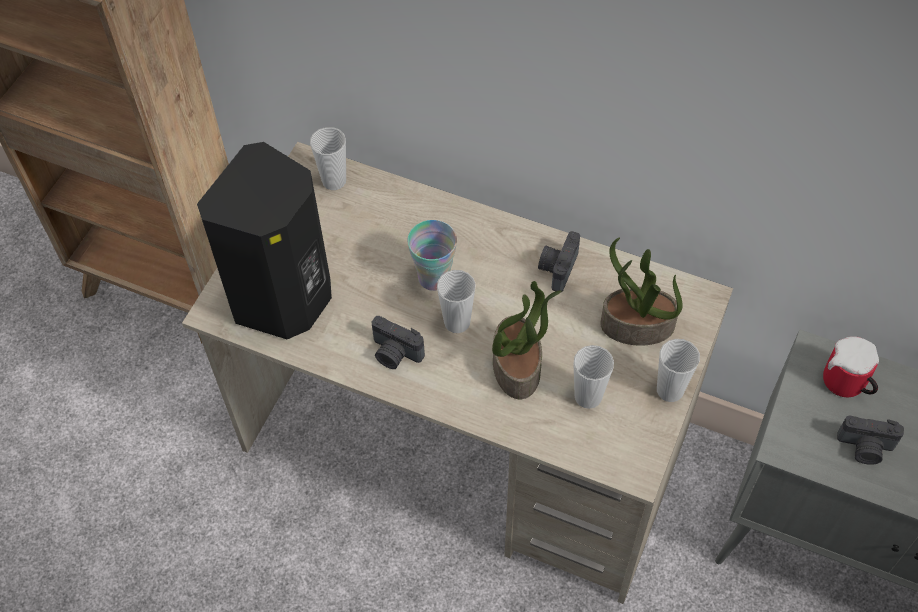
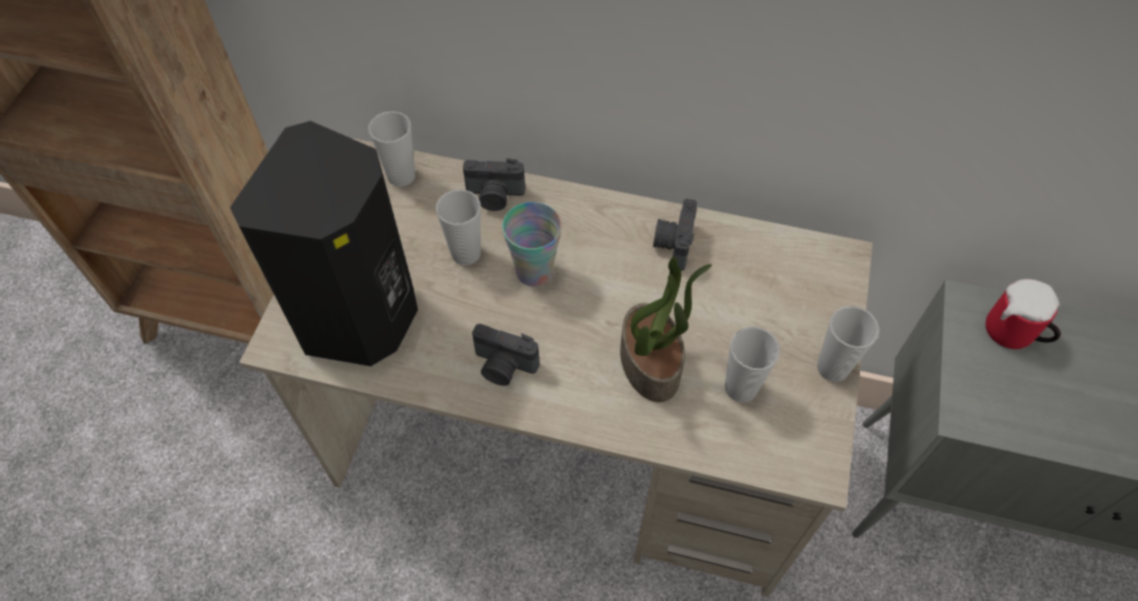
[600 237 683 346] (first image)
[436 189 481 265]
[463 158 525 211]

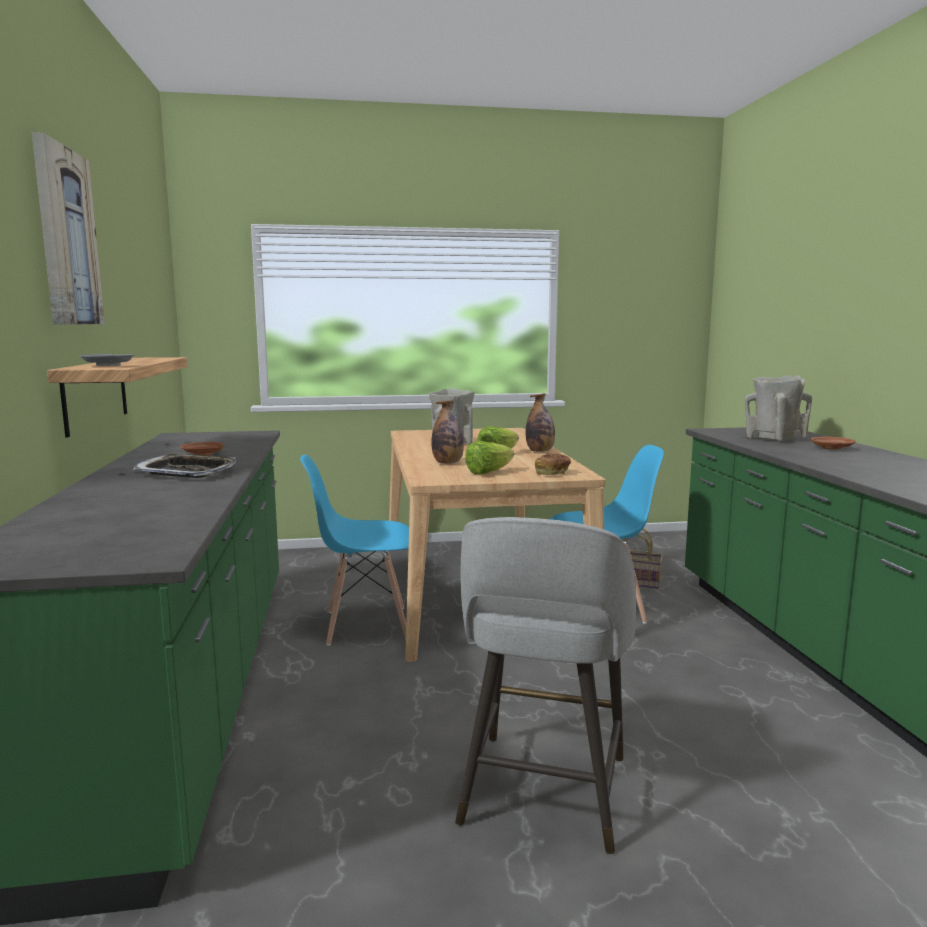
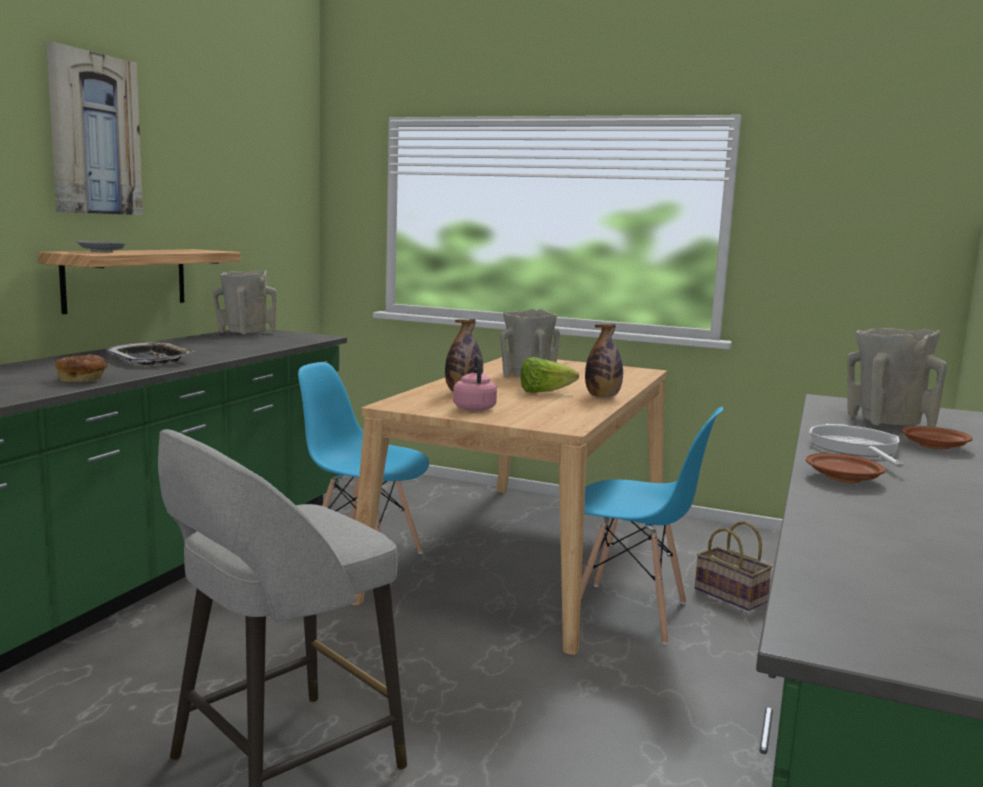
[453 355 497 411]
[806 453 885 483]
[56 354 108 382]
[213 270 277 334]
[809 424 904 468]

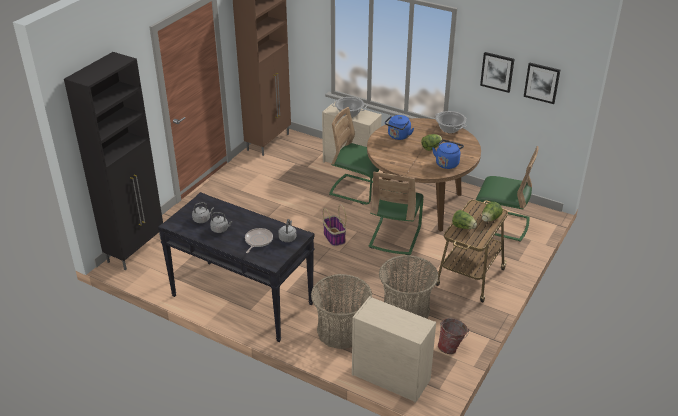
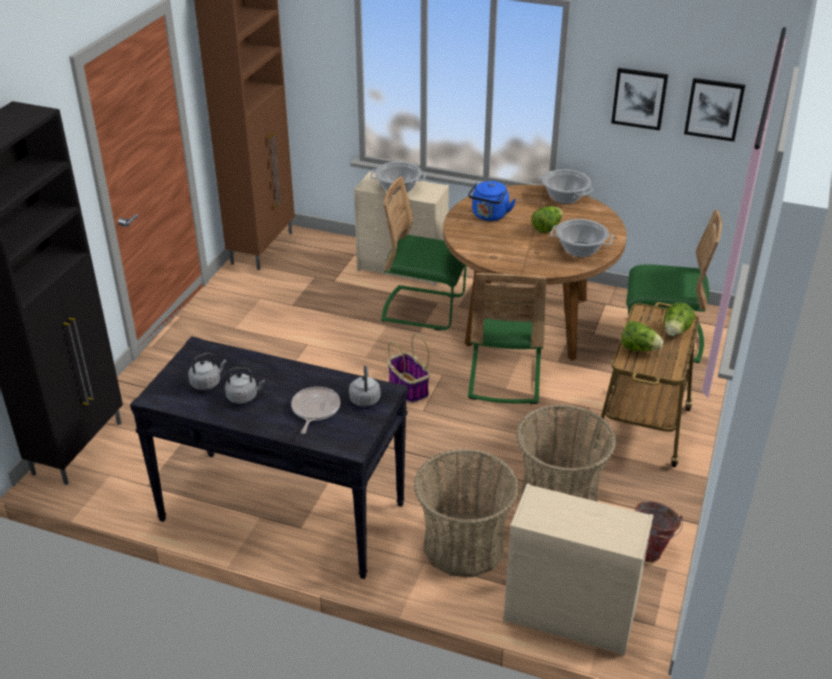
[550 219 614 257]

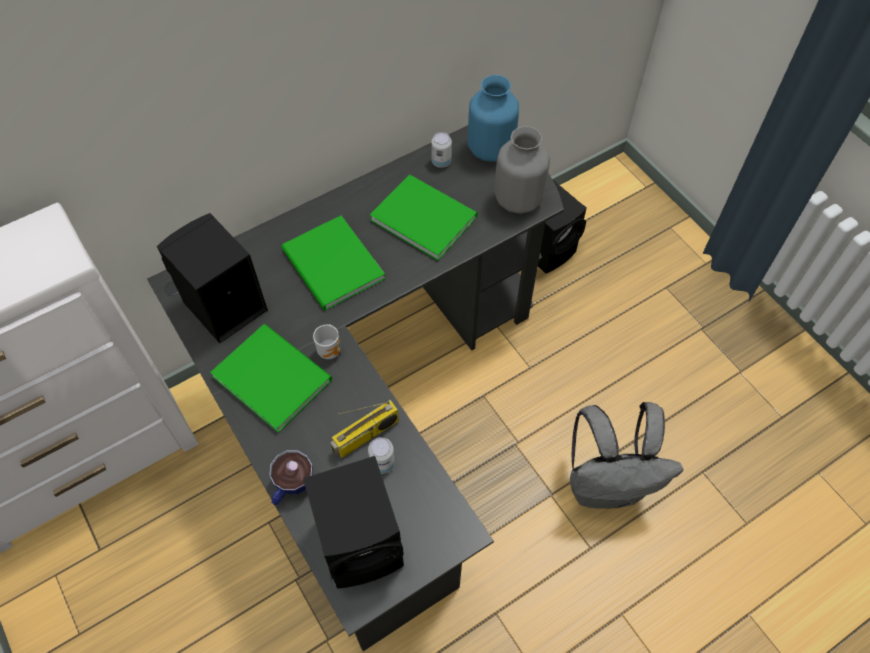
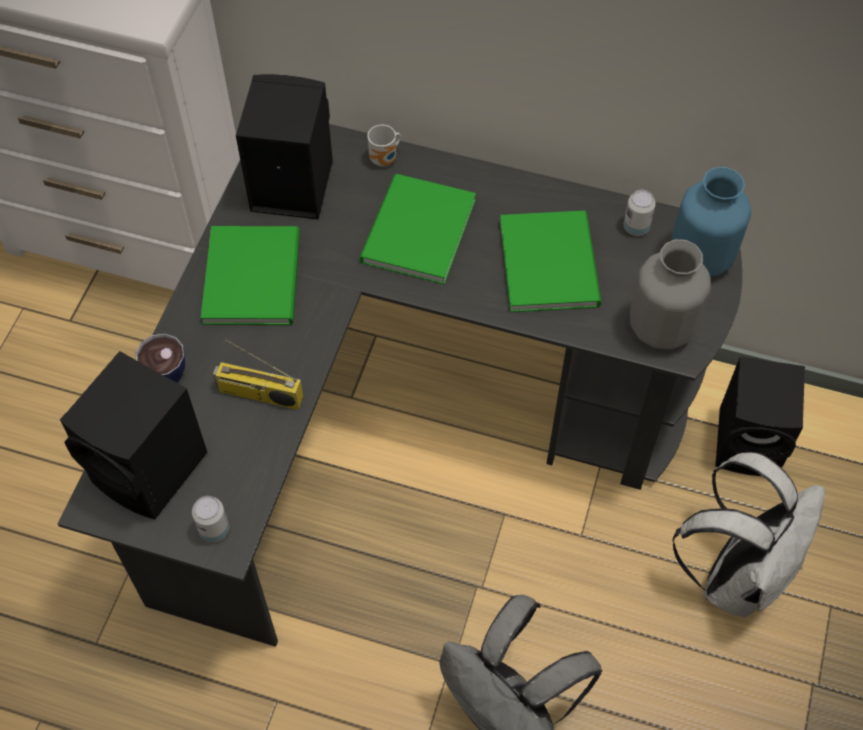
[367 125 401 166]
[192 496 229 542]
[672 452 825 618]

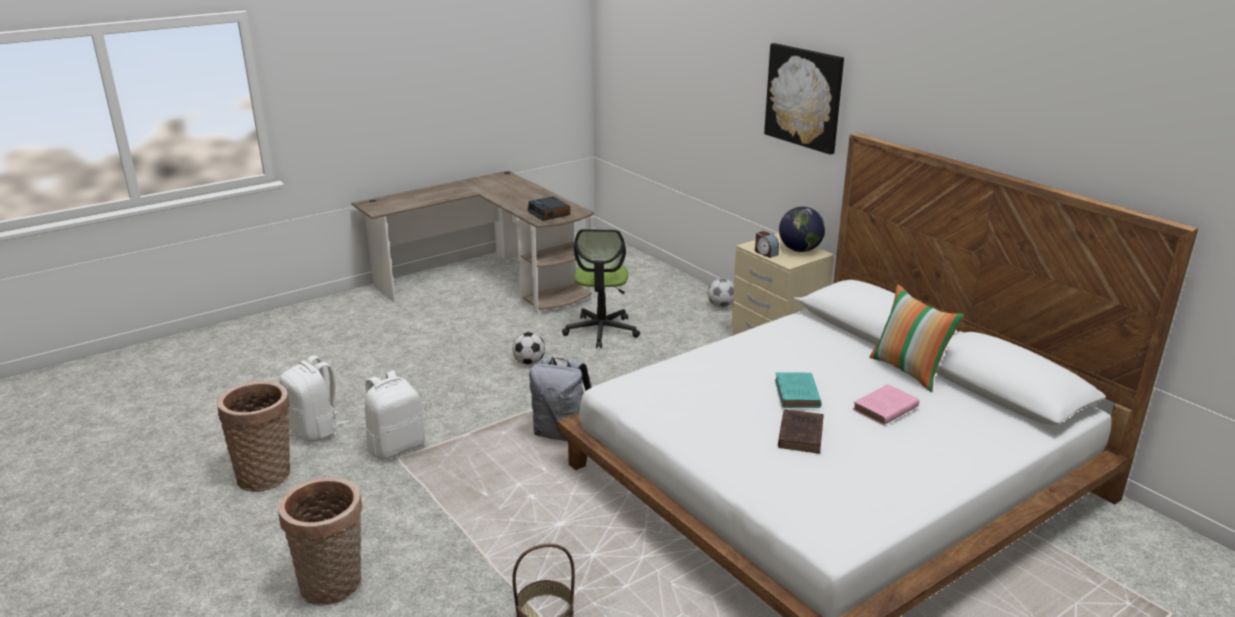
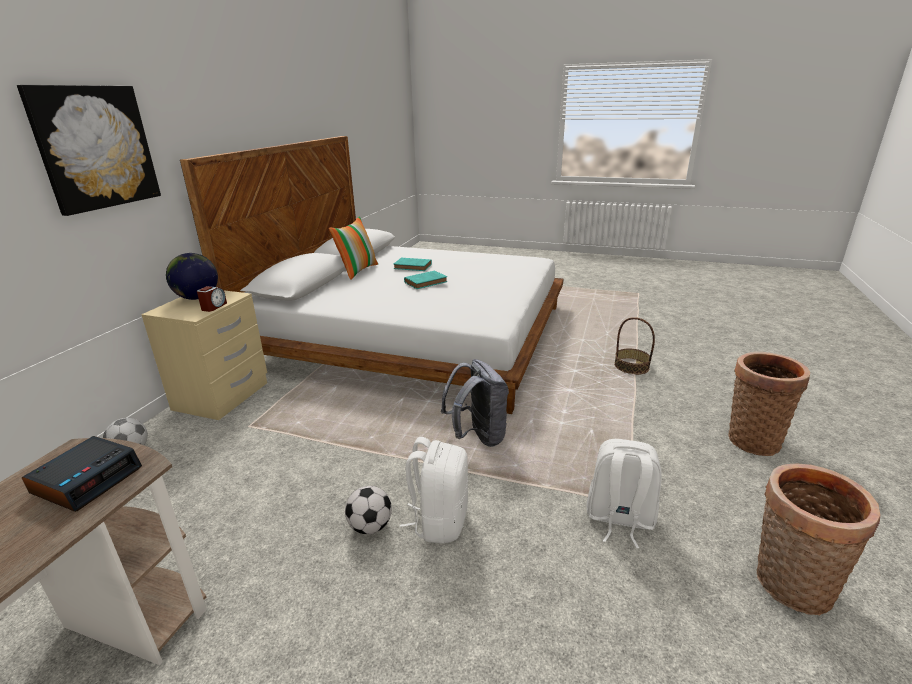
[562 229 640 348] (first image)
[400 437 468 543]
[394 258 432 271]
[778 409 824 453] (first image)

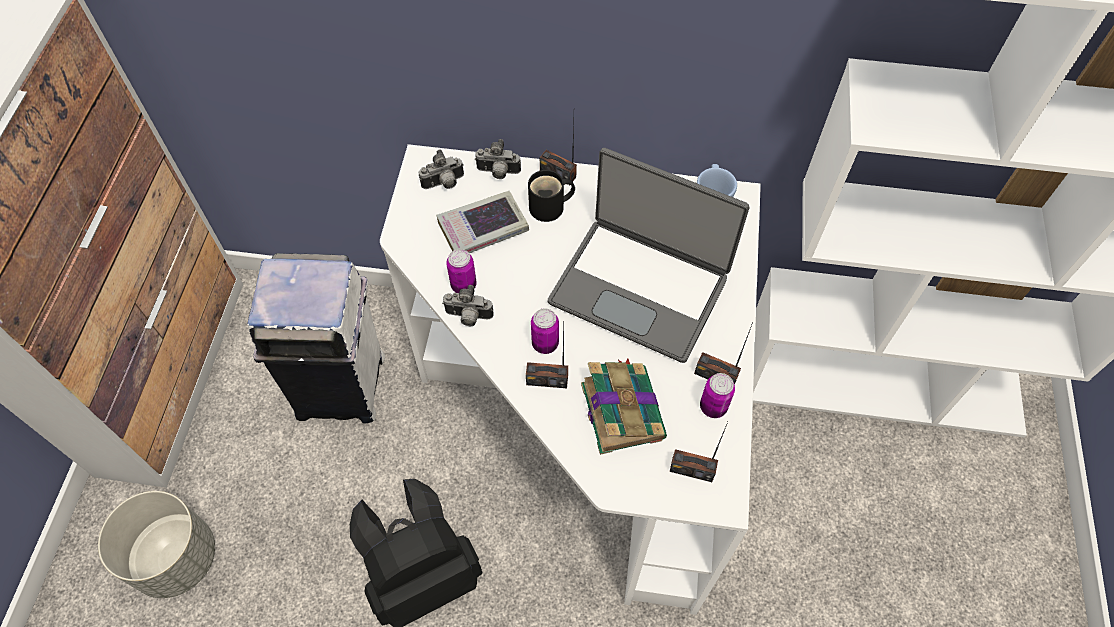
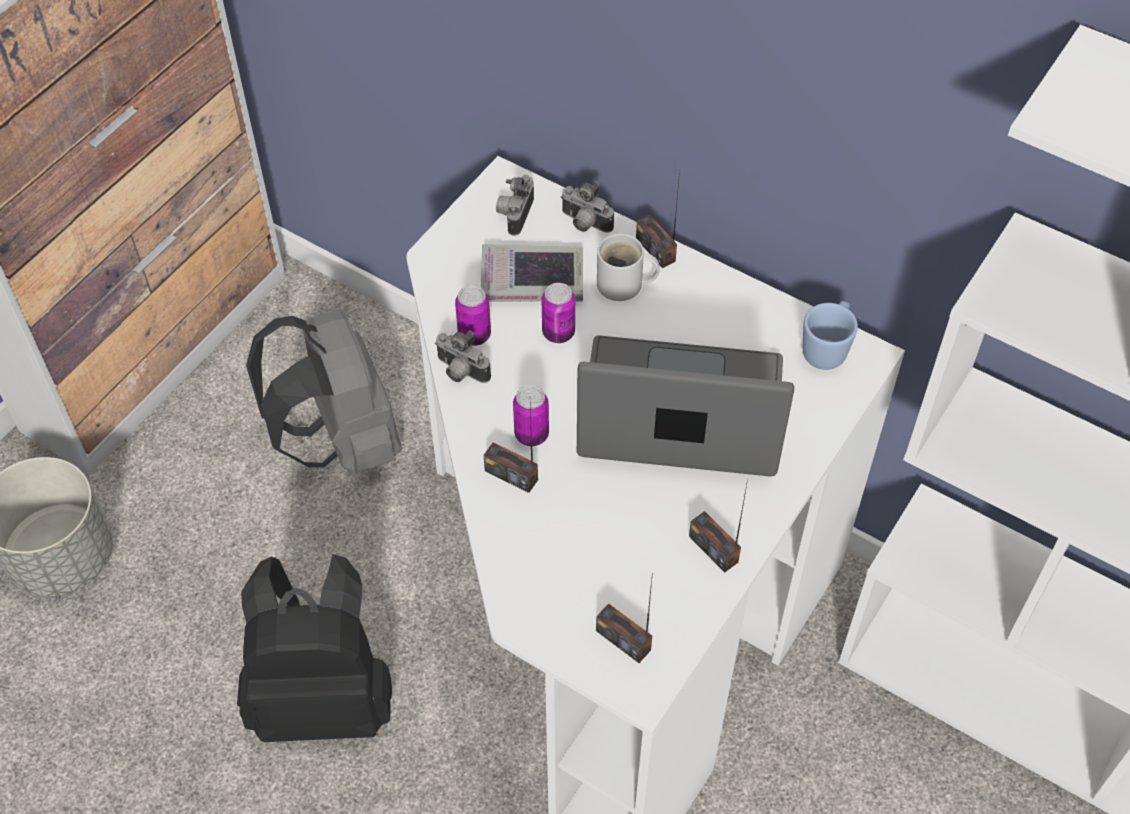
[577 335 794 477]
[496 175 534 236]
[597 233 660 301]
[246 311 402 473]
[581 358 667 455] (first image)
[542 283 575 343]

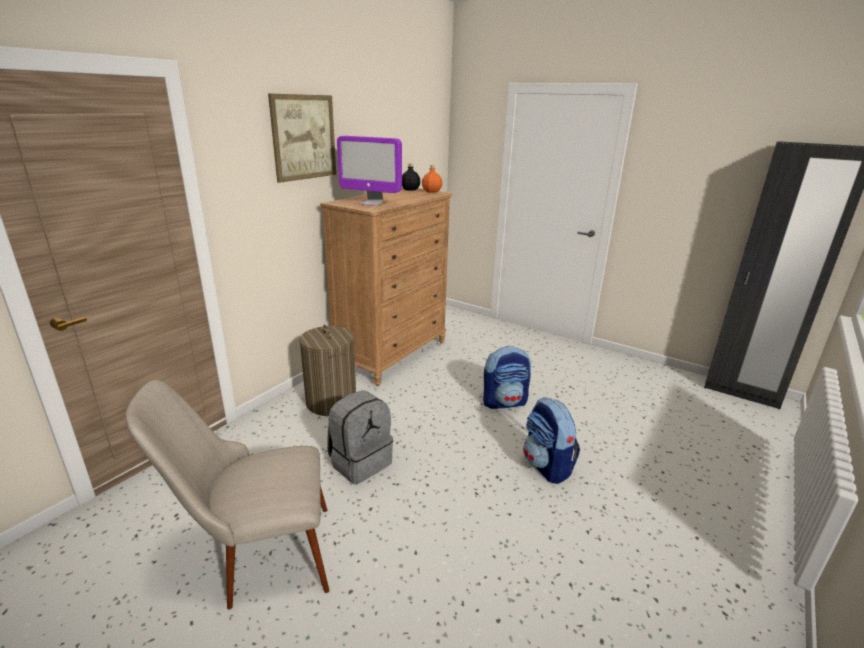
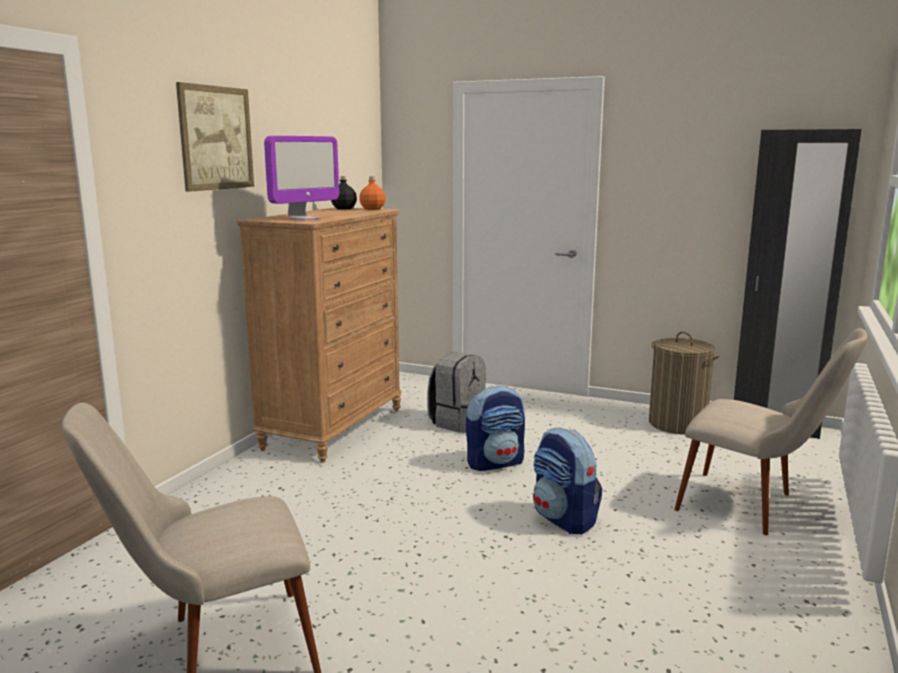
[264 136 339 220]
[649 331 719 434]
[427 352 486 433]
[674 328 868 535]

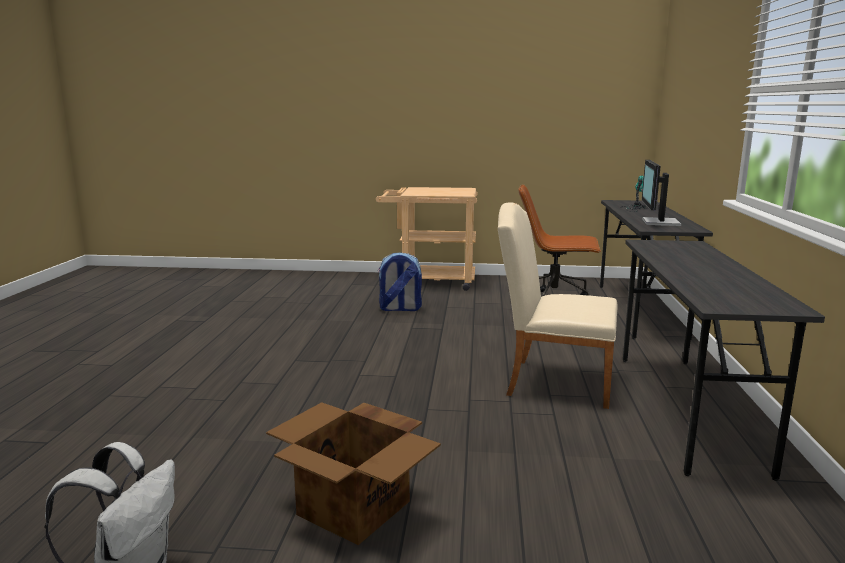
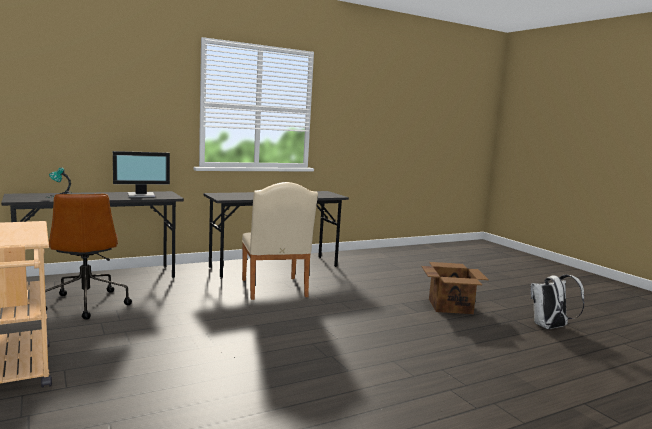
[378 252 422 311] (first image)

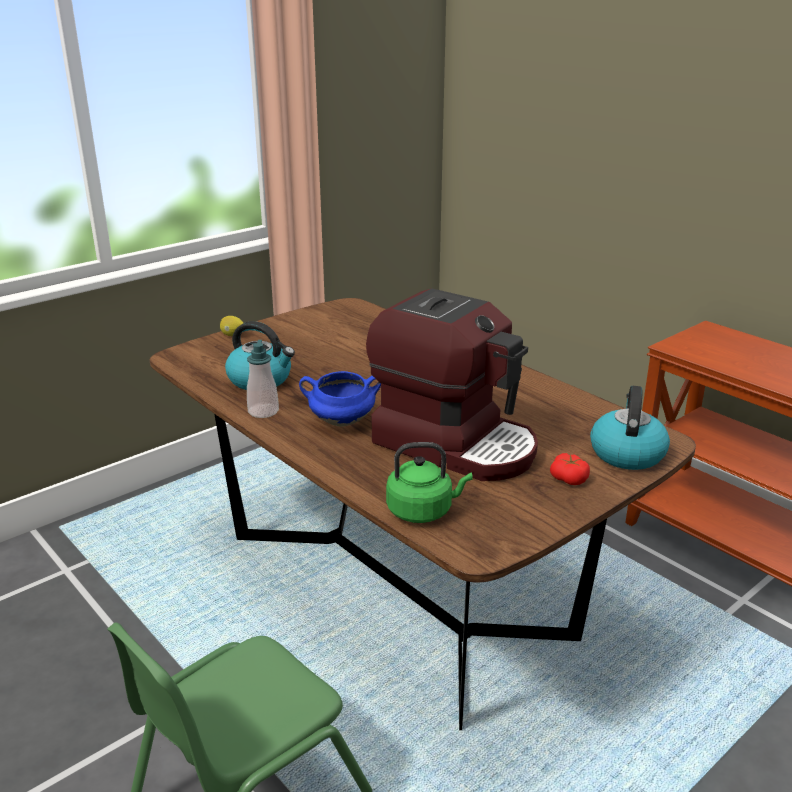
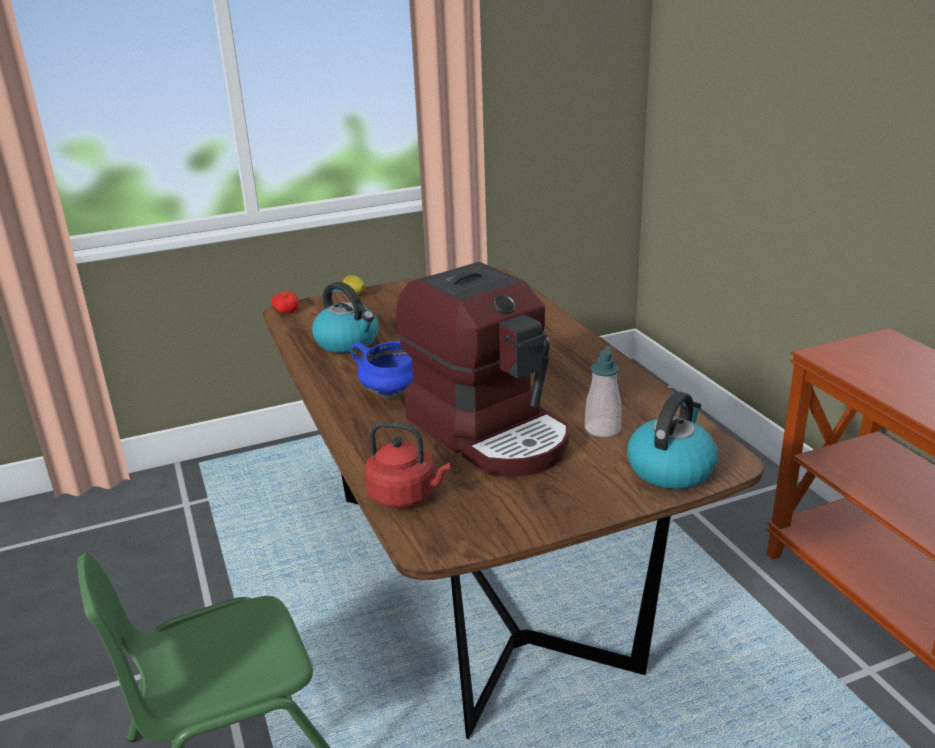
[585 346 622 437]
[364 421 451 508]
[272 291 299 313]

